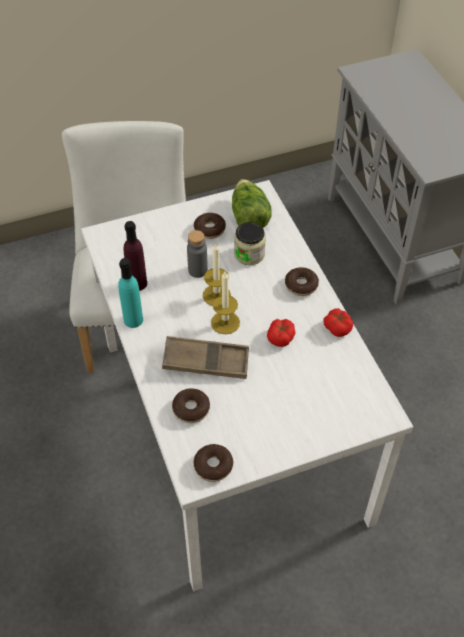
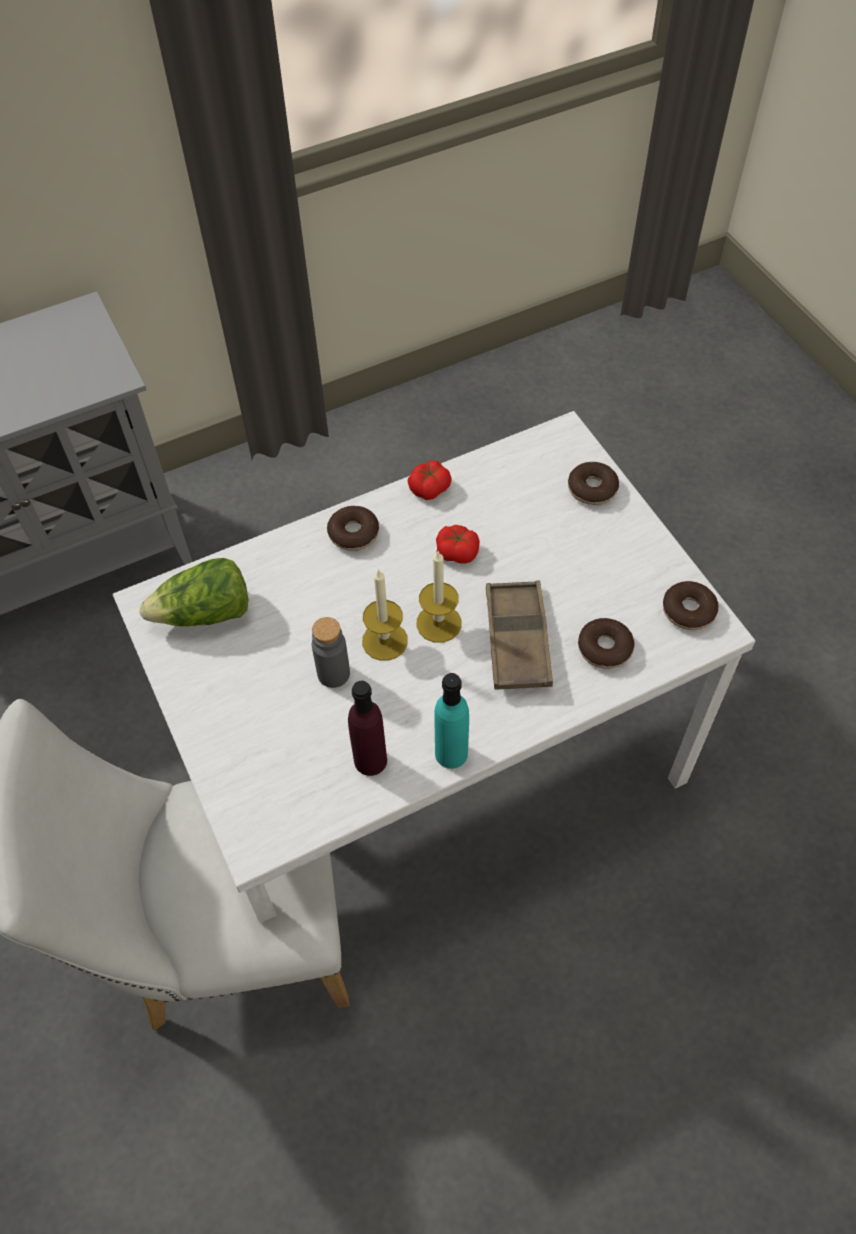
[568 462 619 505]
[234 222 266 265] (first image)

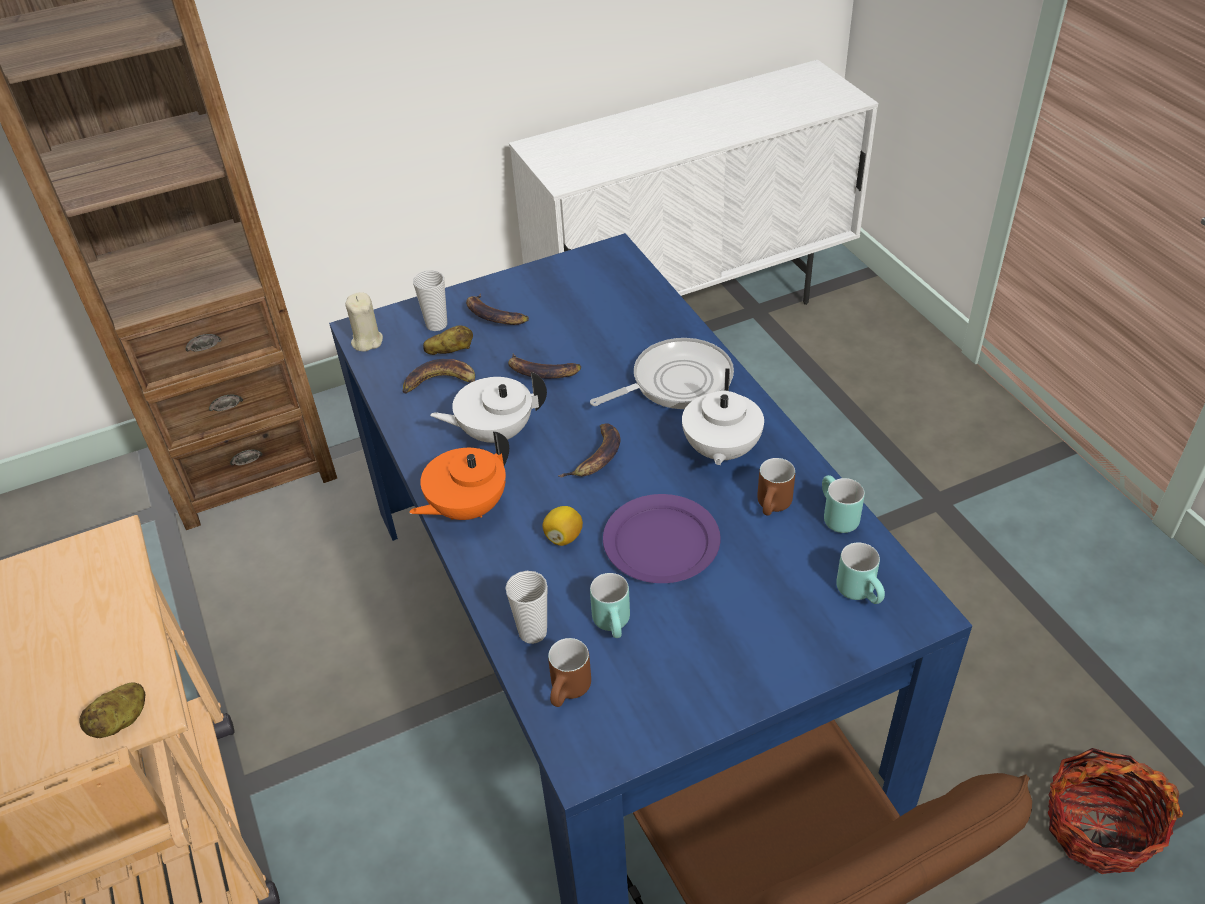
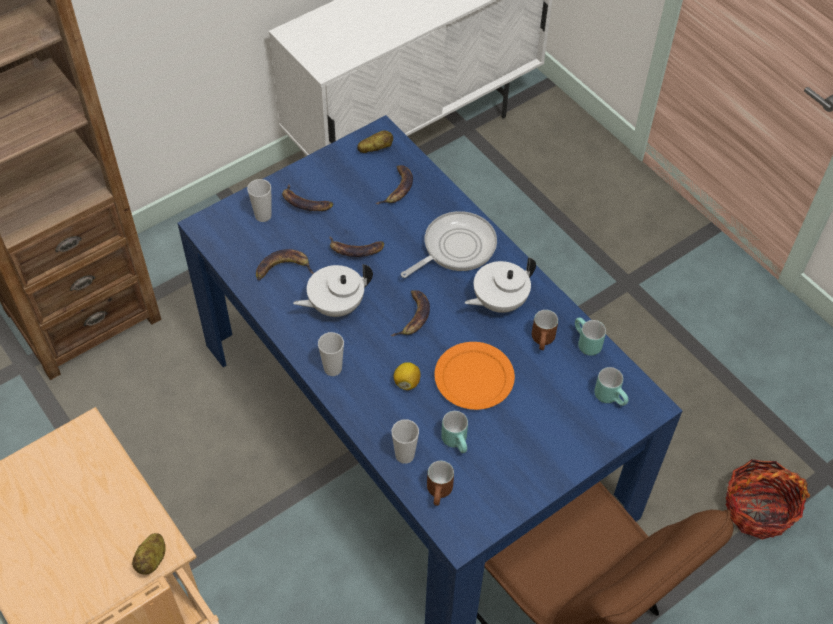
[345 292 383 351] (first image)
[357 131 393 153]
[465 257 536 313]
[318 332 344 376]
[434 342 515 410]
[375 165 413 204]

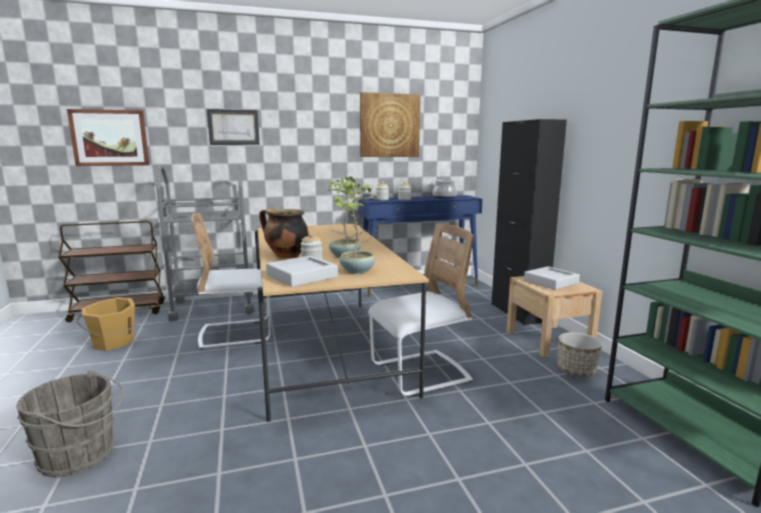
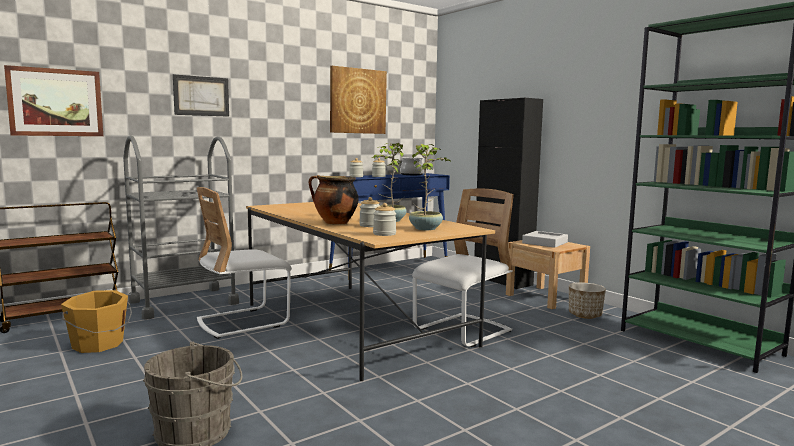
[373 203 397 236]

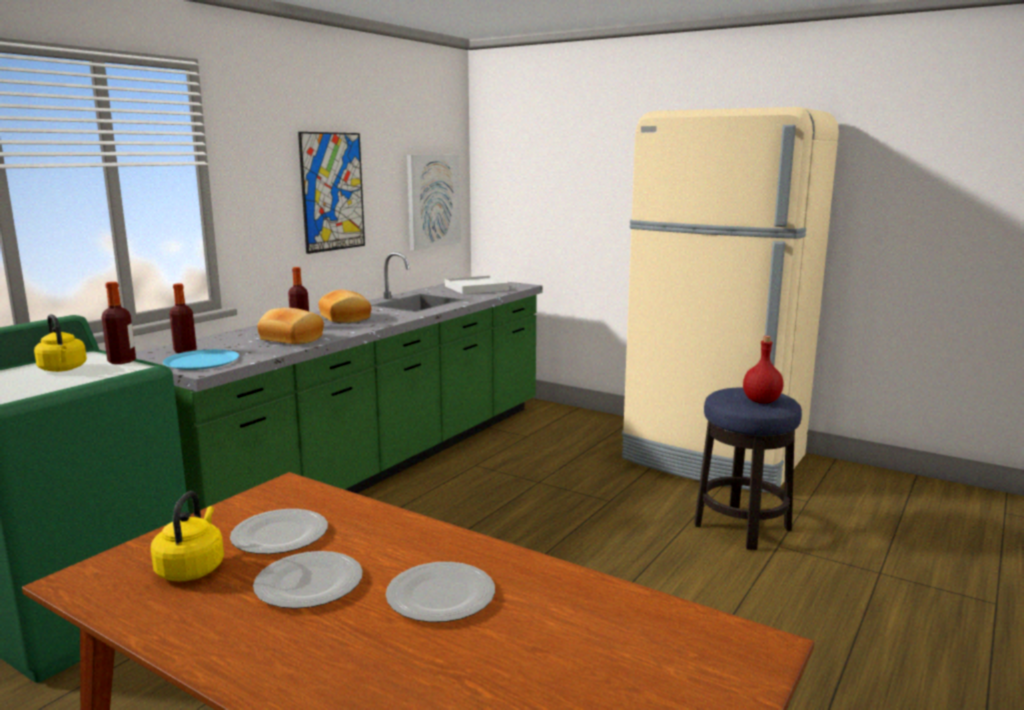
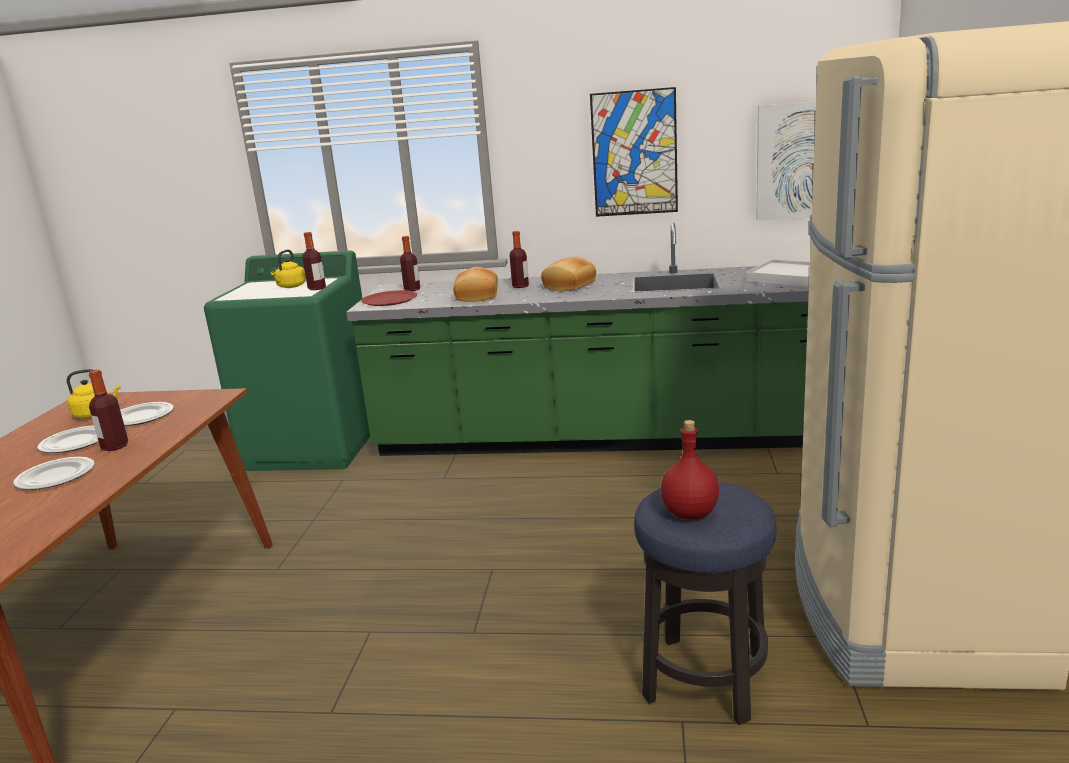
[361 290 417 306]
[89 370 128 451]

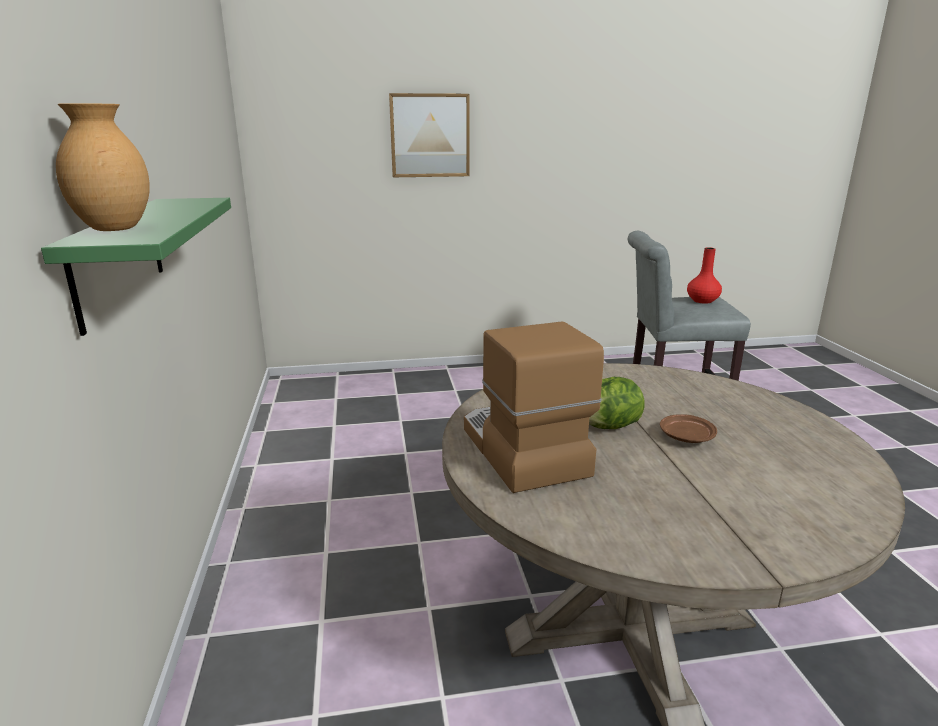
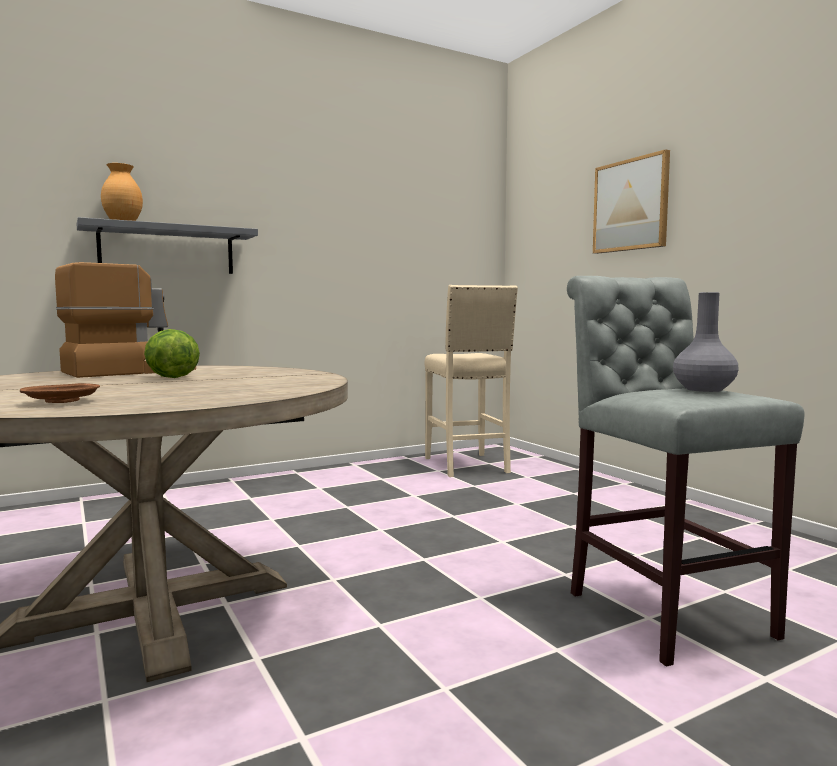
[76 217 258 274]
[673 292 739 392]
[20 383 100 403]
[425 285 518 477]

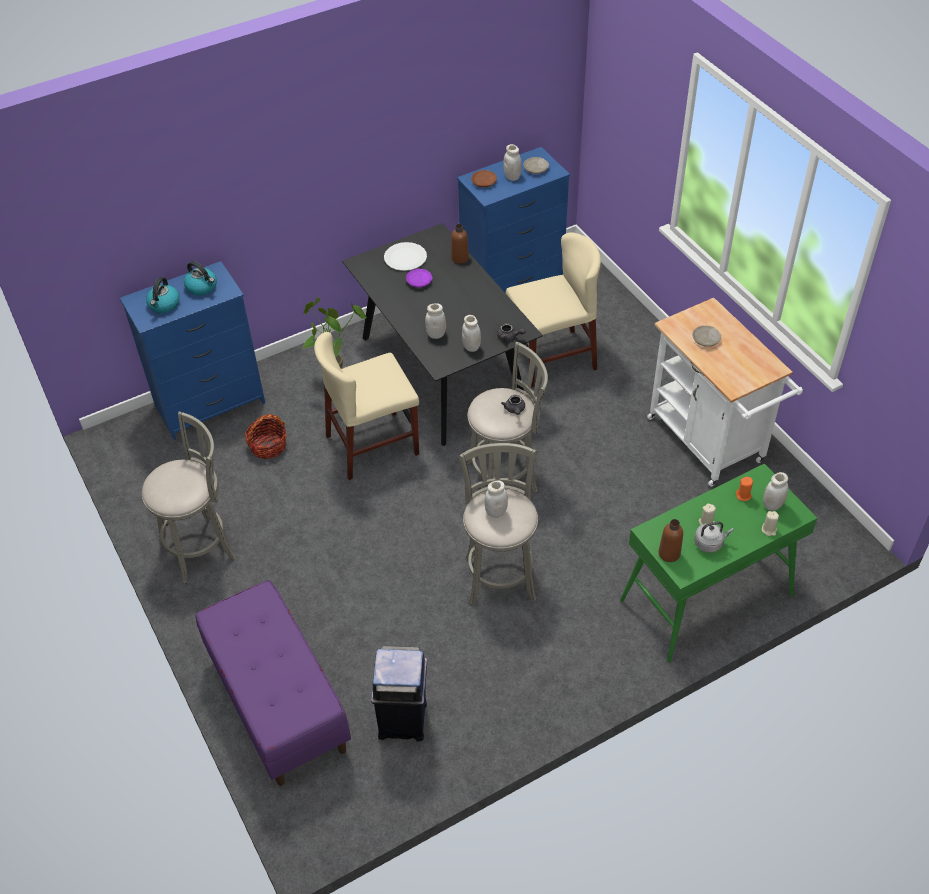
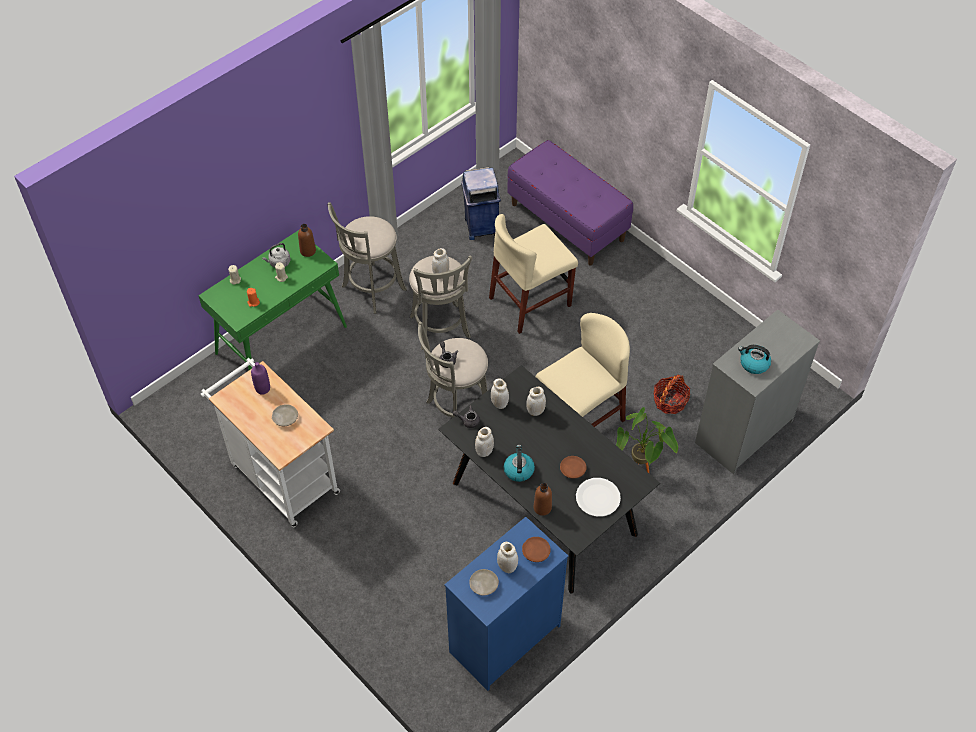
[489 214 578 334]
[695 309 820 474]
[560 456 587 478]
[504 445 535 482]
[327 202 407 314]
[475 427 494 457]
[251 362 270 395]

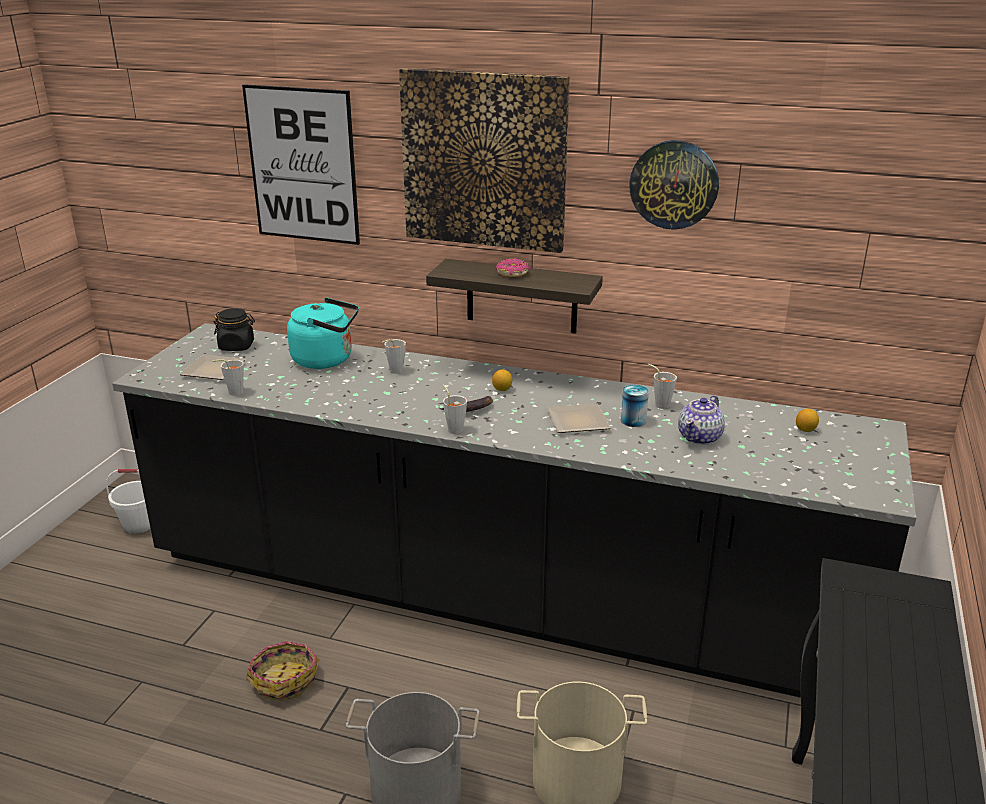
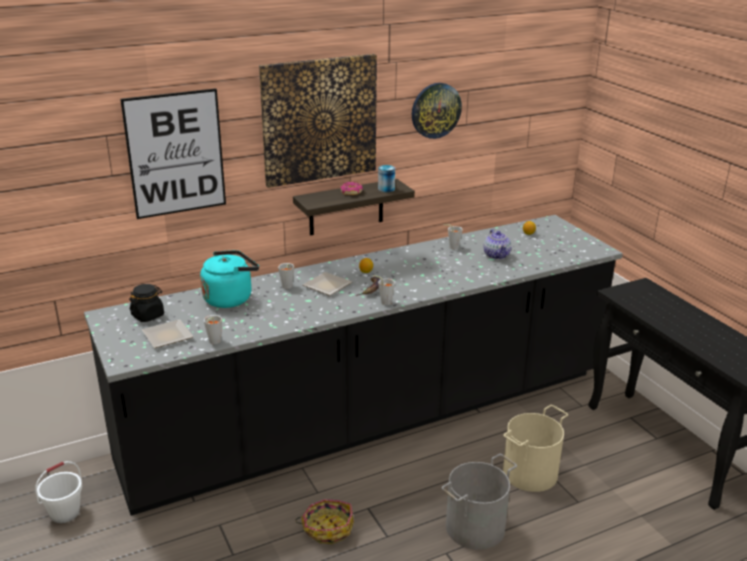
[378 165 395 192]
[303 272 352 296]

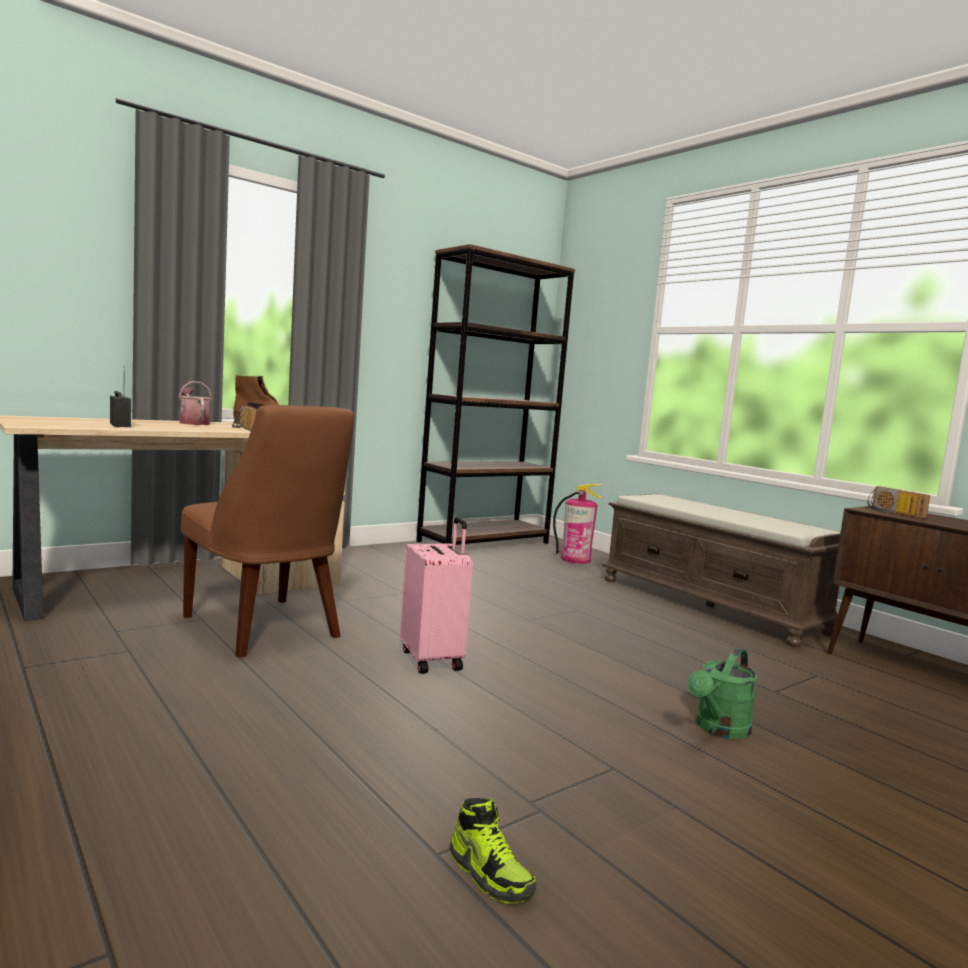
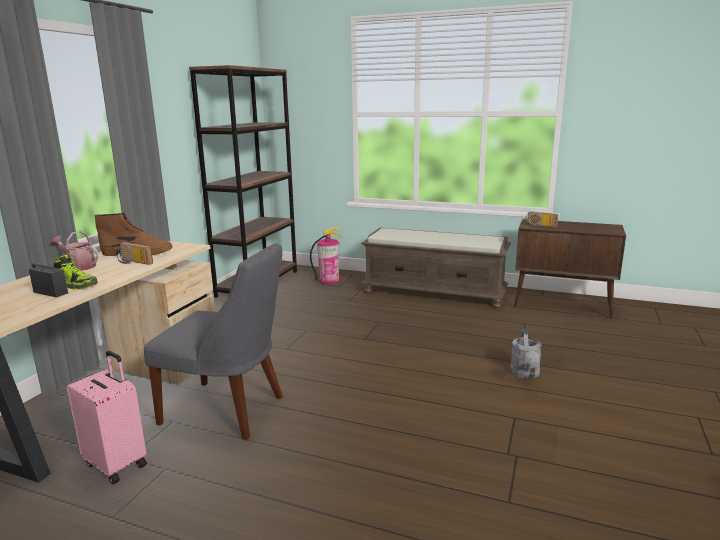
[144 243 283 440]
[67 351 147 484]
[510 329 542 379]
[54 254 98 290]

